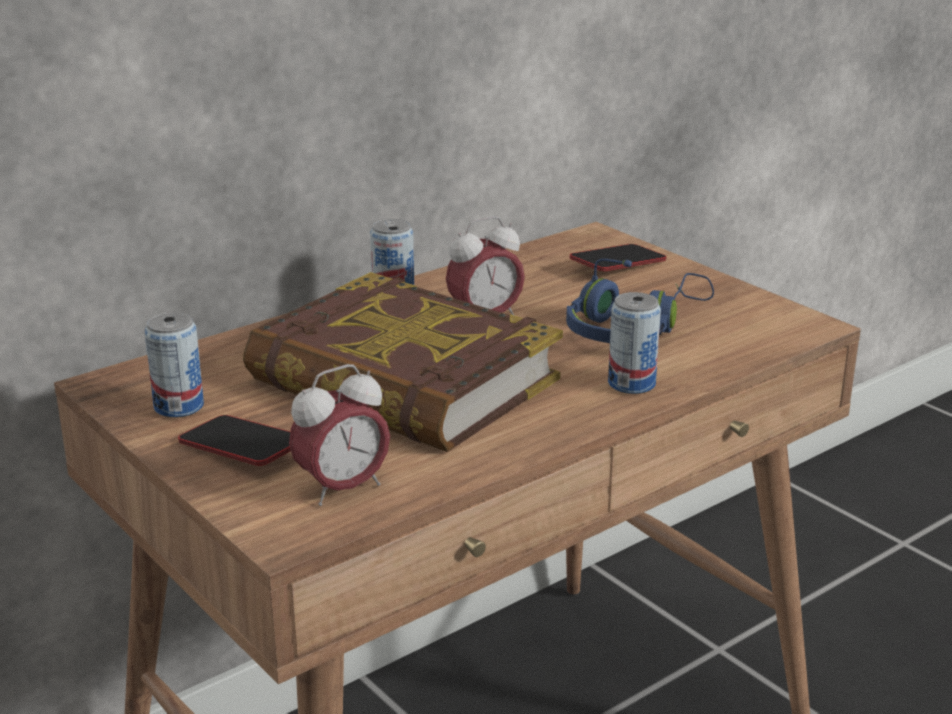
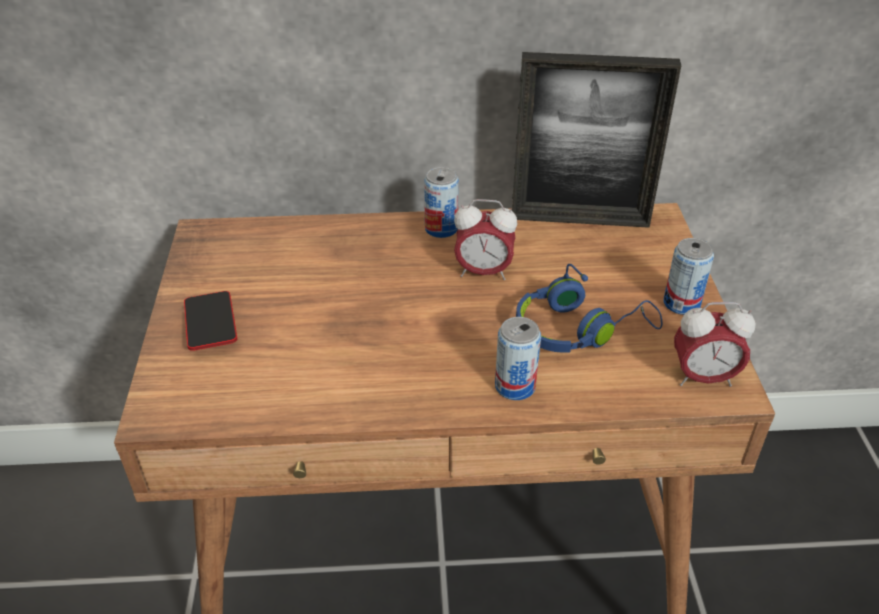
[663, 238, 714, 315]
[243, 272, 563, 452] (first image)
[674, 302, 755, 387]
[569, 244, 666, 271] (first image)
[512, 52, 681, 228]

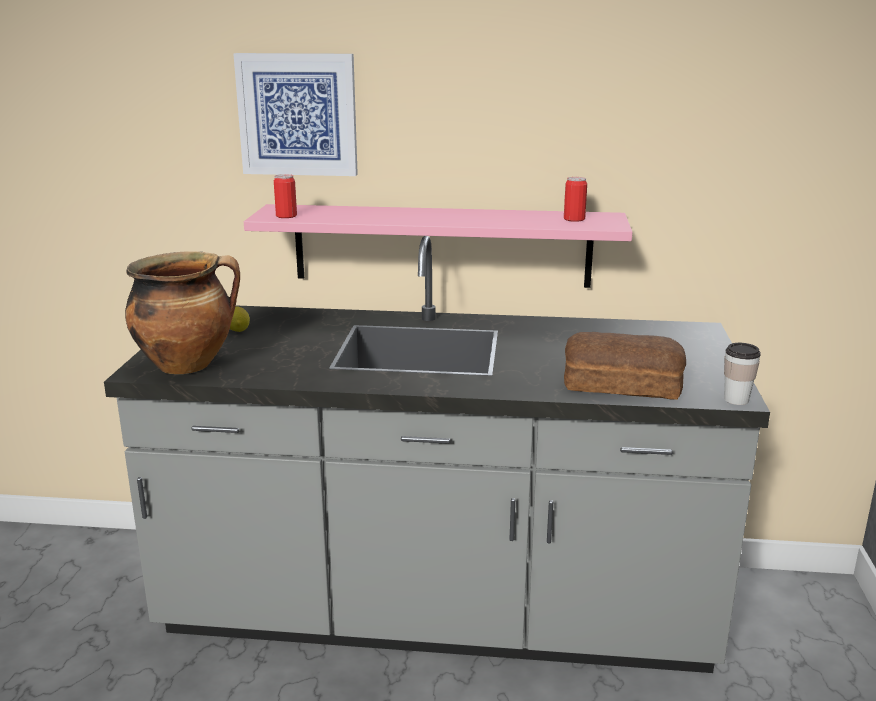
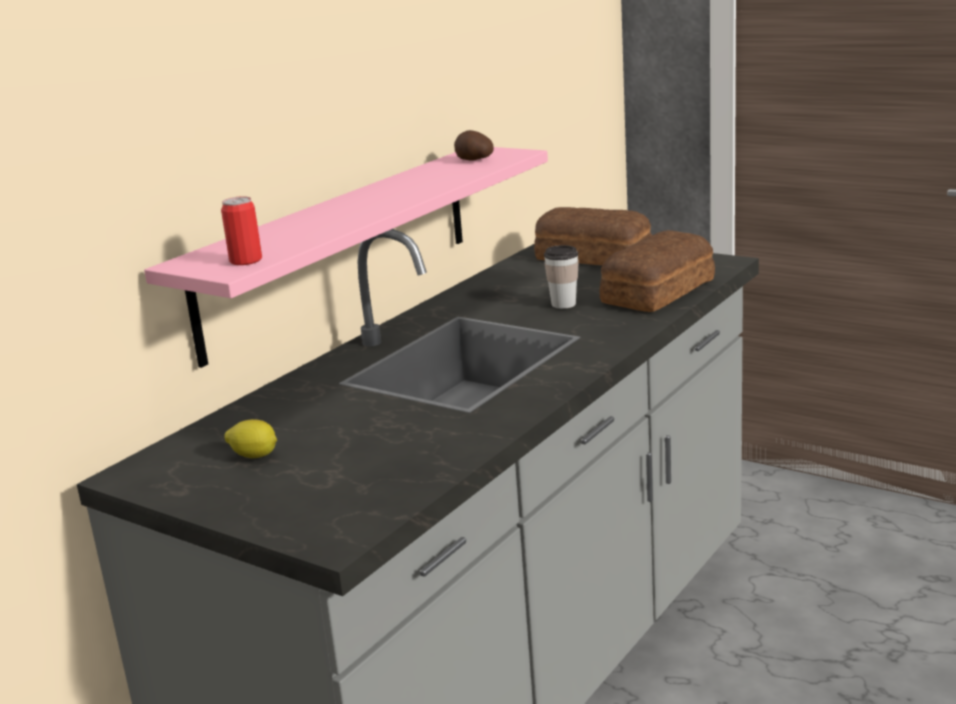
[125, 251, 240, 374] (first image)
[234, 53, 358, 176] (first image)
[454, 130, 494, 160]
[544, 245, 579, 309]
[534, 207, 652, 265]

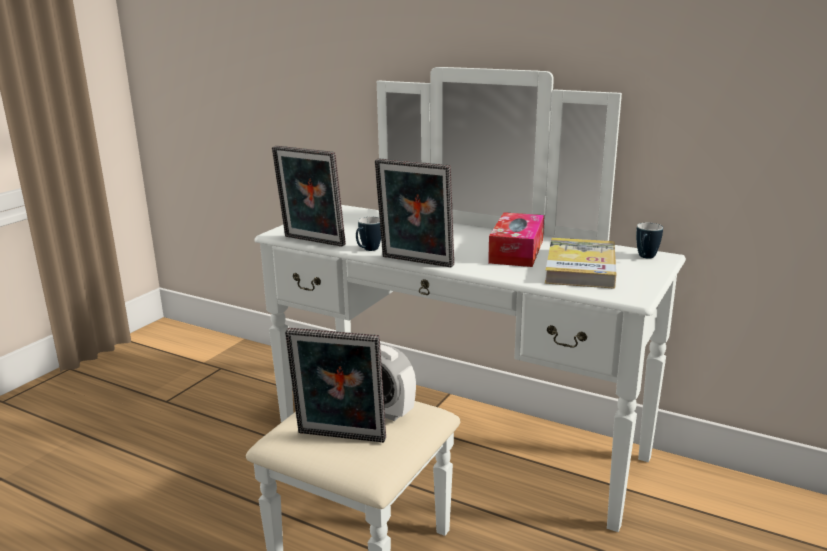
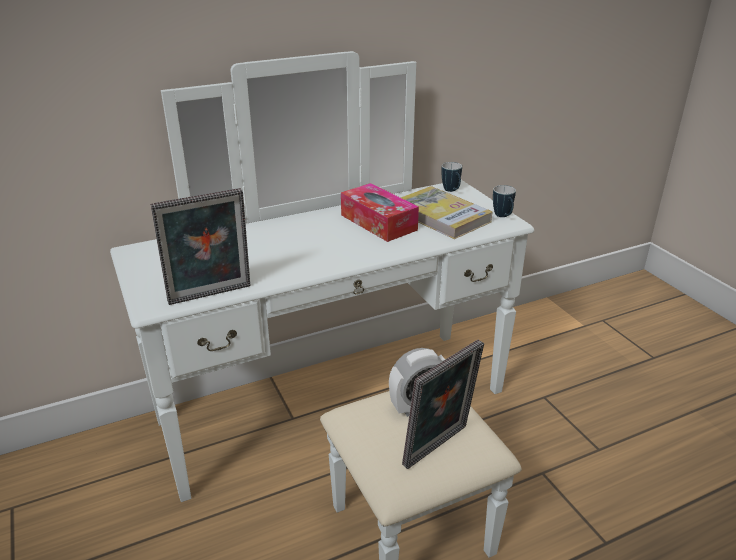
[493, 185, 516, 217]
[375, 159, 454, 267] (first image)

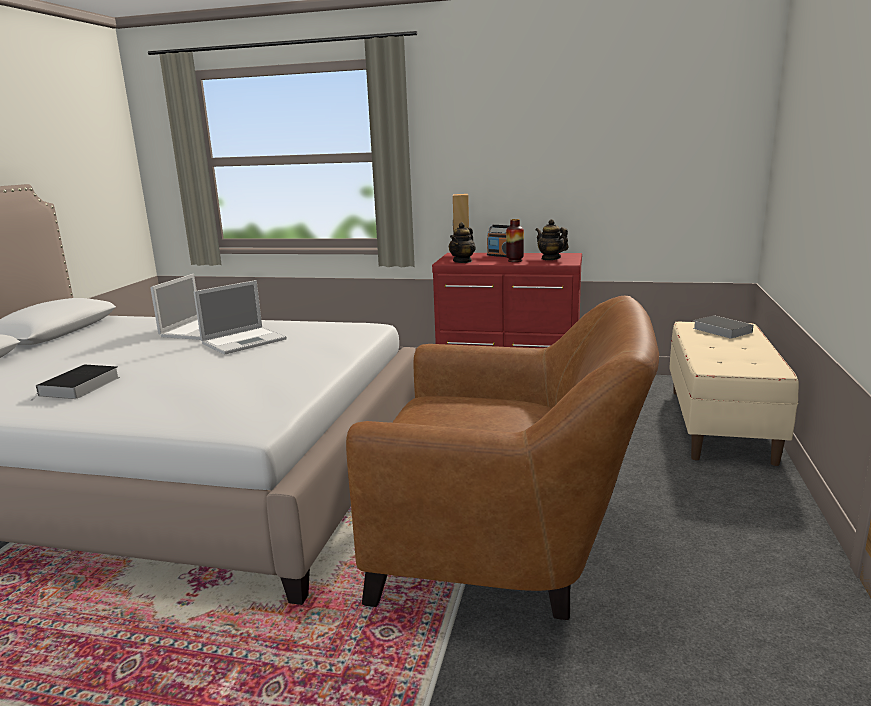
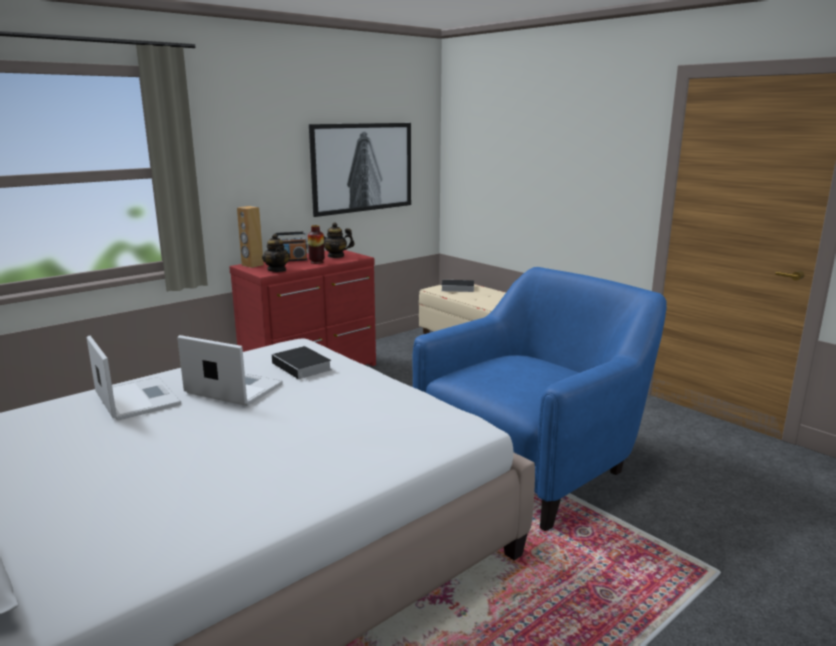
[272, 346, 332, 382]
[177, 335, 283, 406]
[413, 267, 667, 531]
[309, 123, 411, 217]

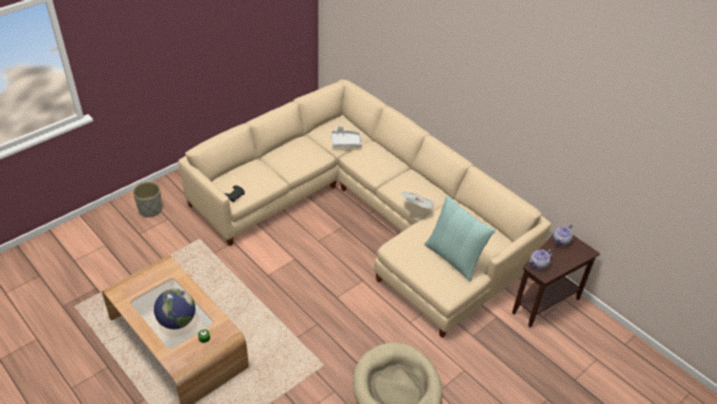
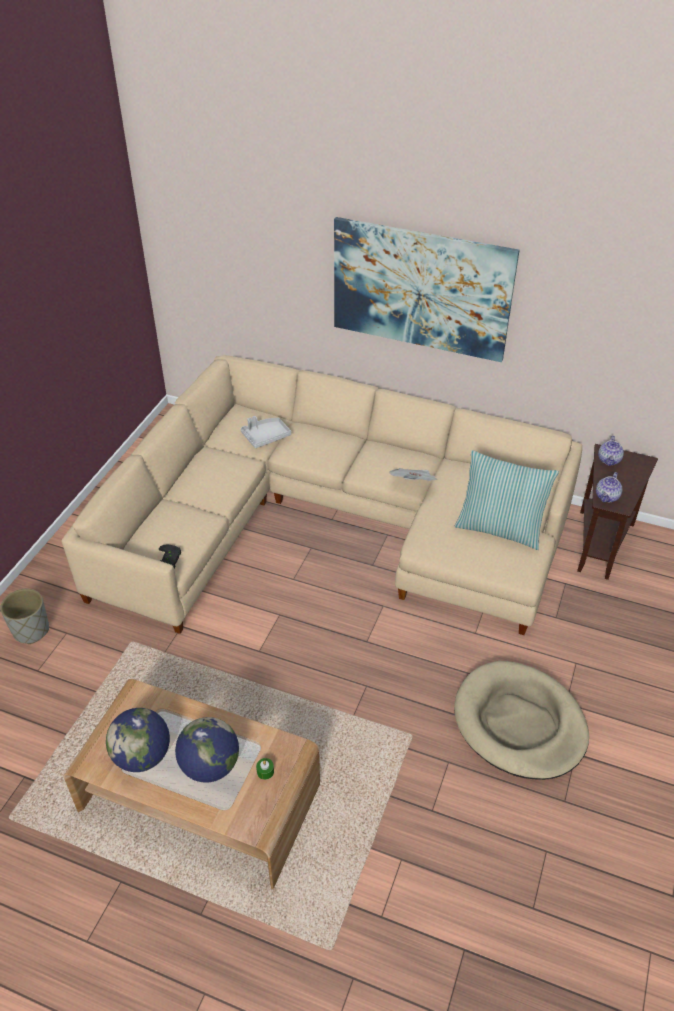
[106, 708, 170, 772]
[334, 217, 520, 362]

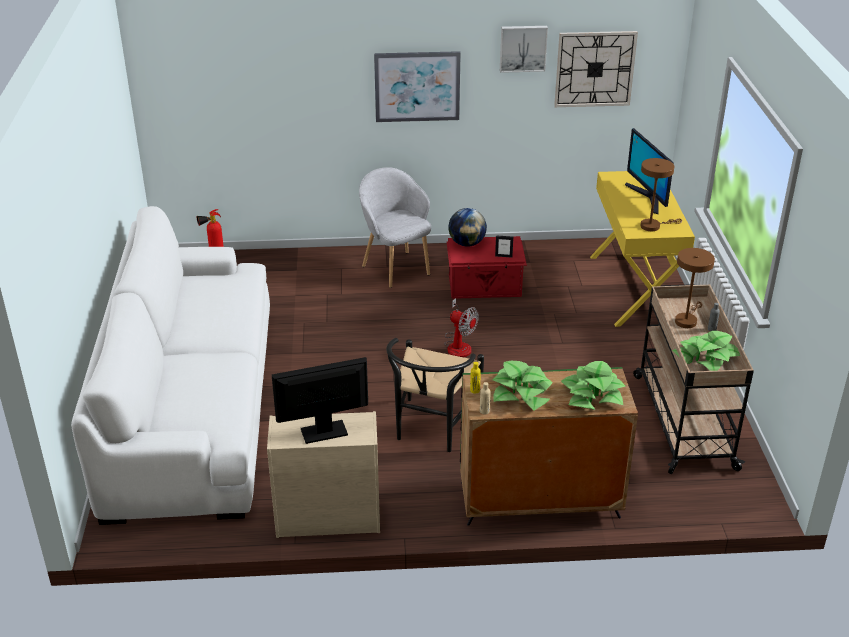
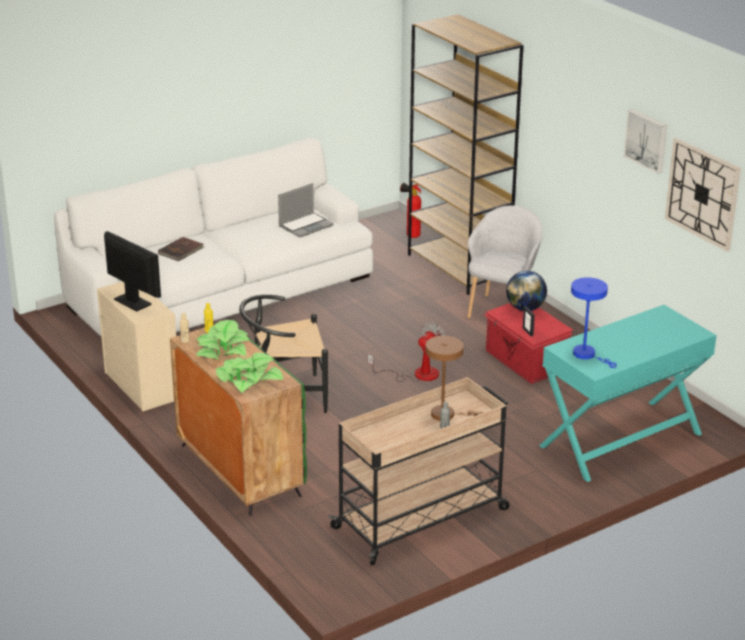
[374, 51, 461, 122] (first image)
[368, 322, 446, 382]
[539, 305, 717, 482]
[625, 128, 674, 214] (first image)
[571, 277, 617, 368]
[672, 331, 740, 371] (first image)
[158, 237, 204, 261]
[278, 183, 334, 237]
[408, 14, 523, 295]

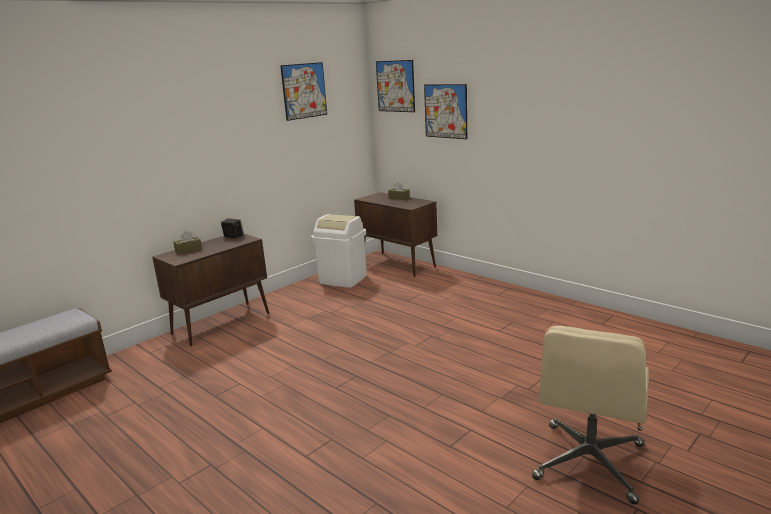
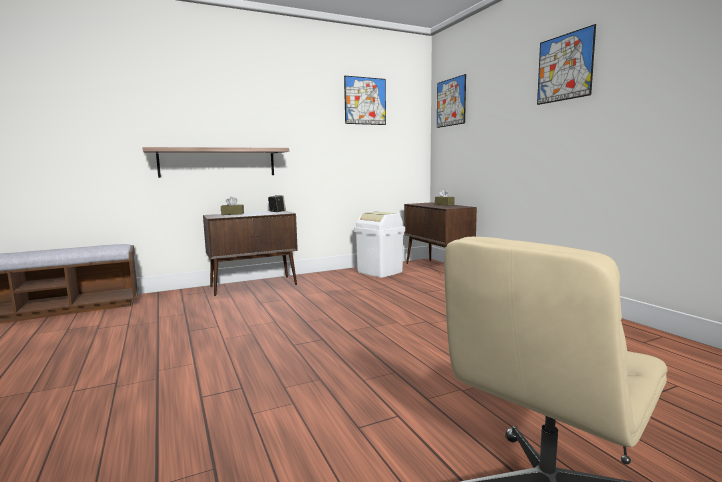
[537, 24, 596, 105]
[142, 147, 289, 178]

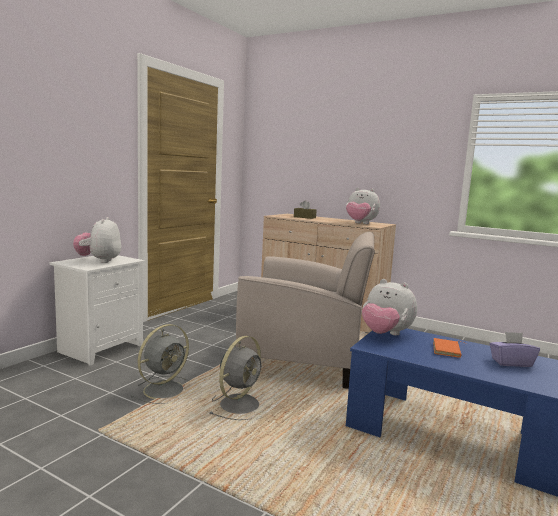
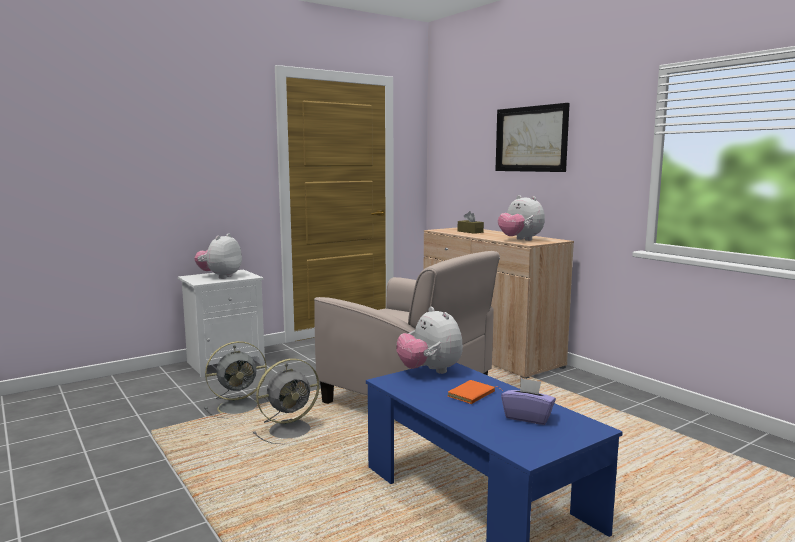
[495, 103, 570, 172]

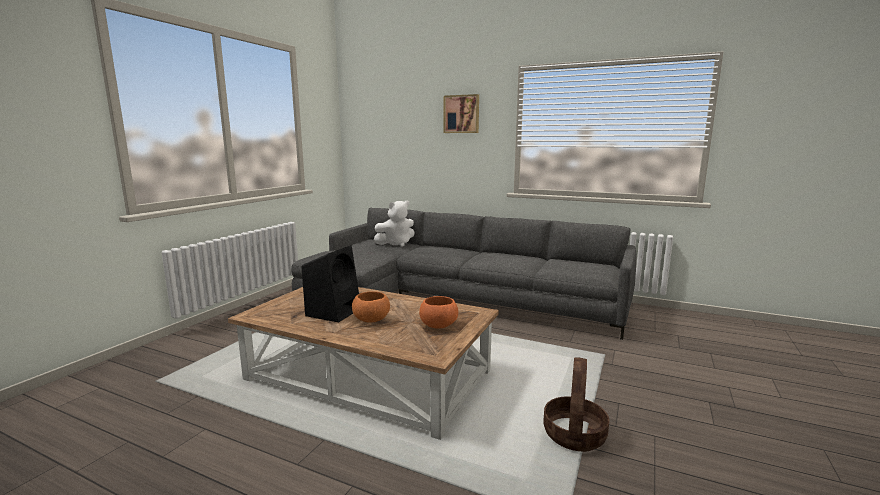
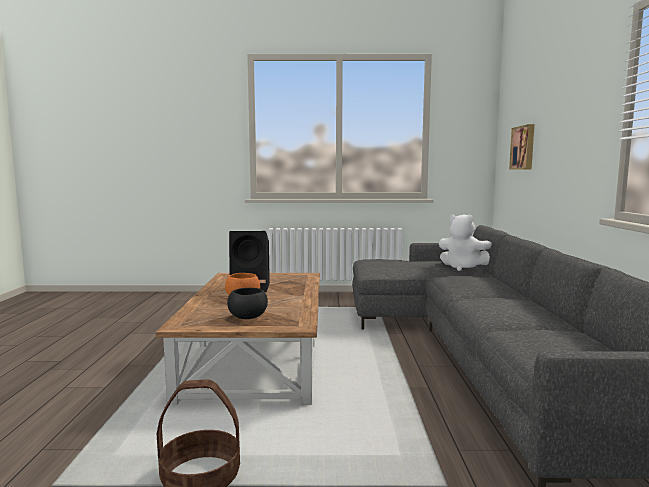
[227, 288, 268, 319]
[509, 124, 534, 170]

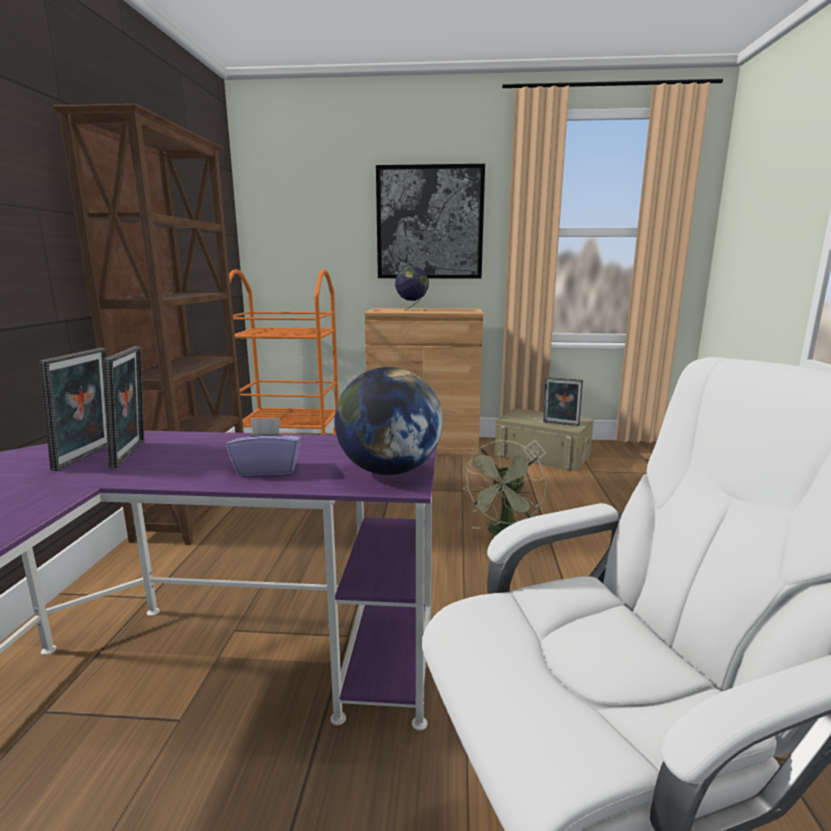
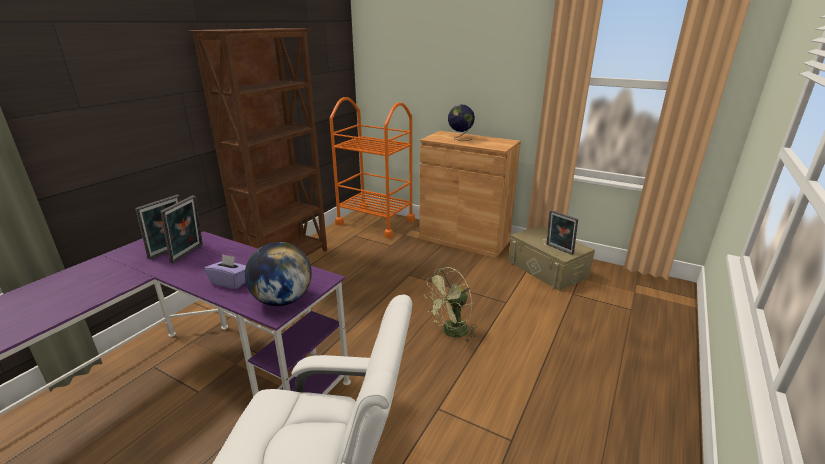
[376, 164, 485, 279] (first image)

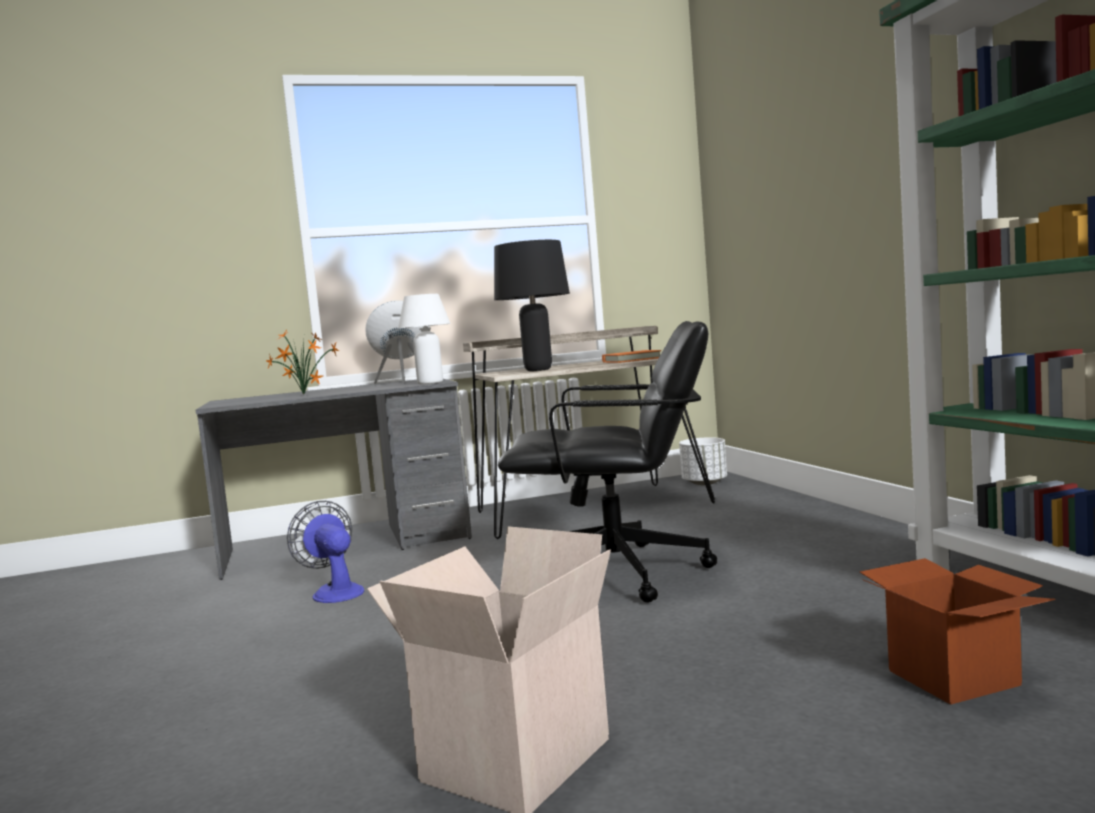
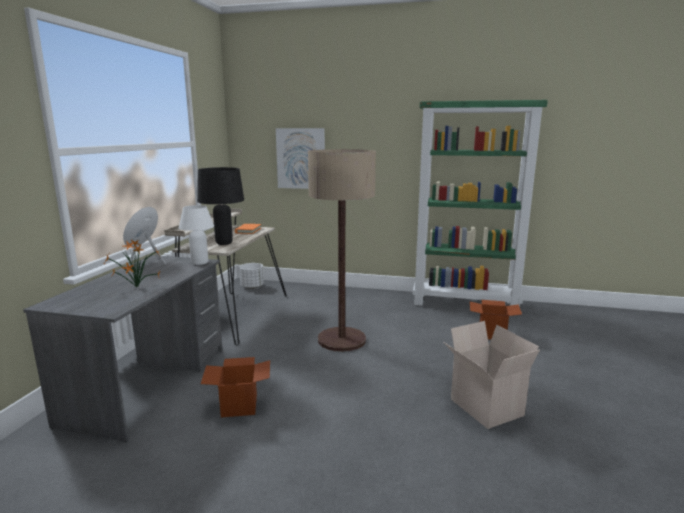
[201, 357, 270, 417]
[308, 149, 376, 352]
[276, 128, 325, 189]

